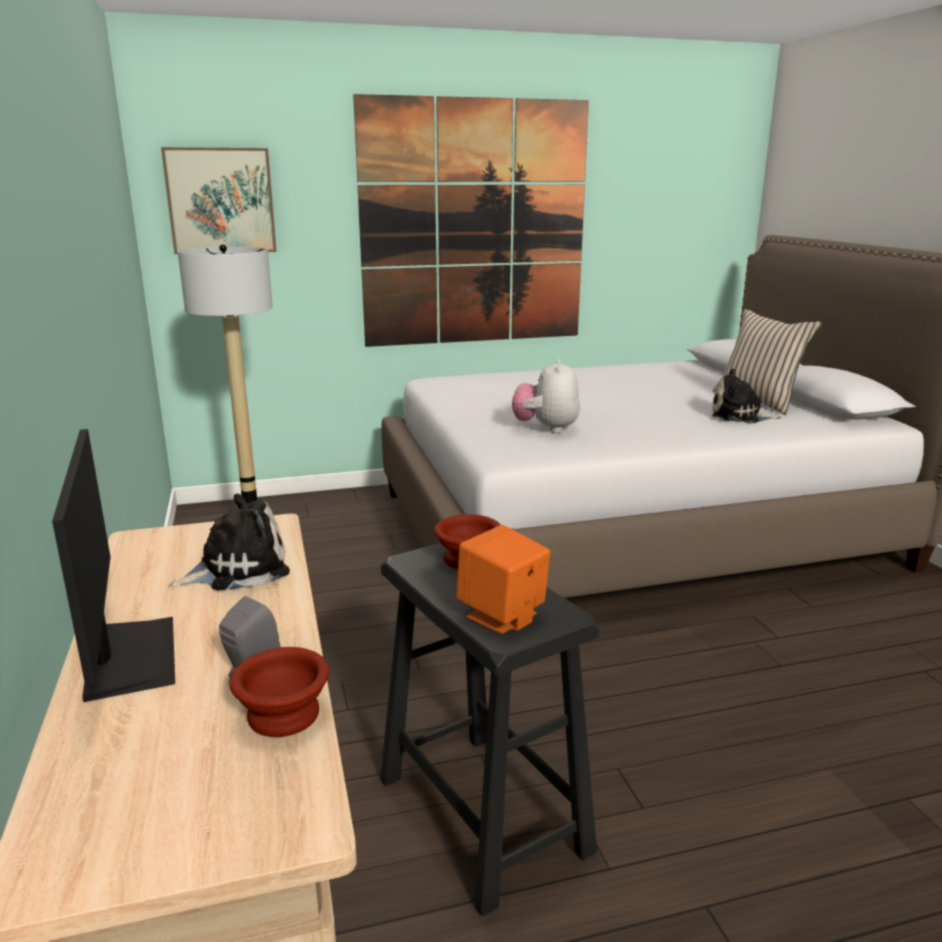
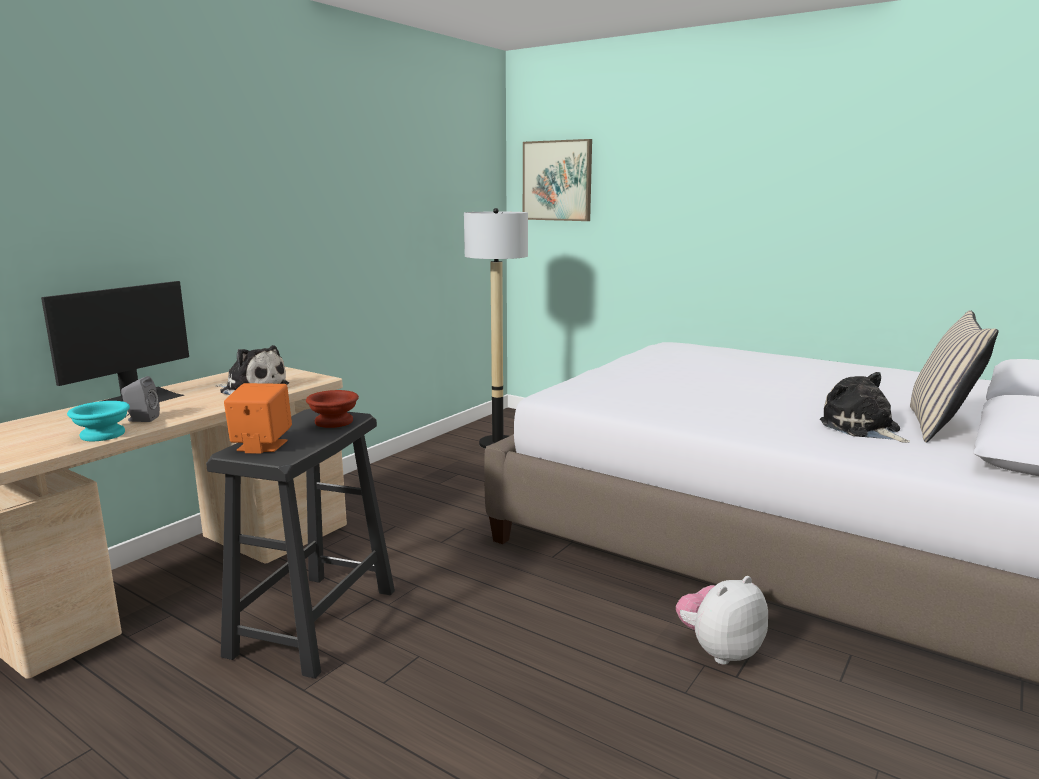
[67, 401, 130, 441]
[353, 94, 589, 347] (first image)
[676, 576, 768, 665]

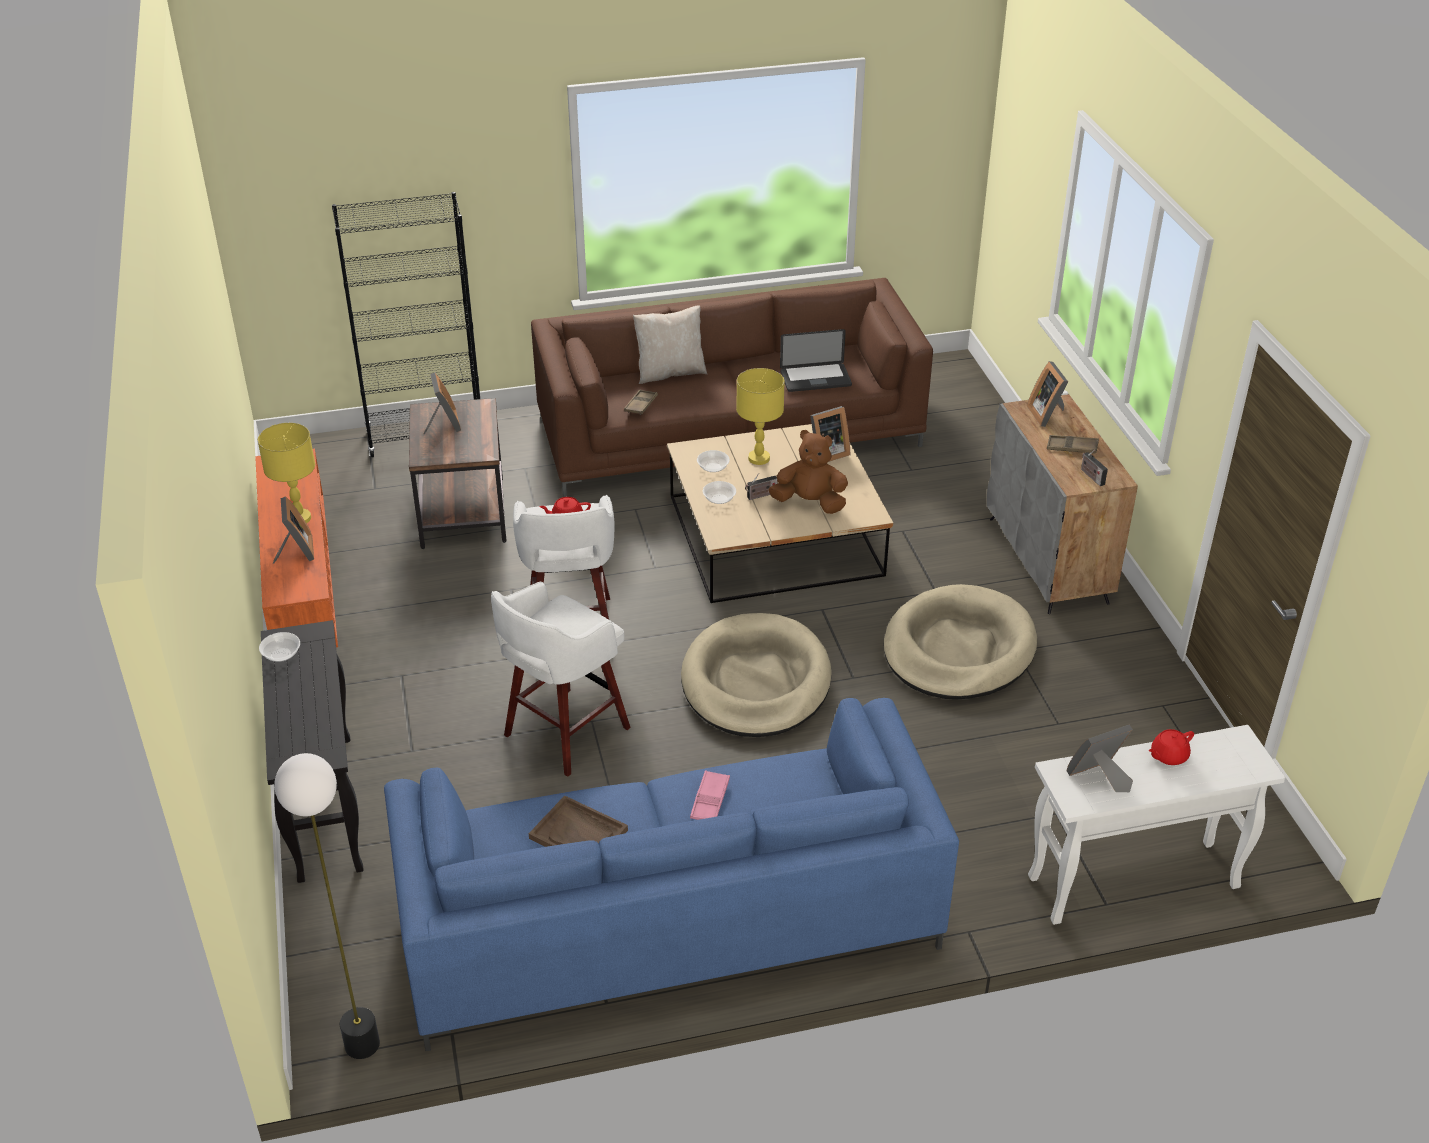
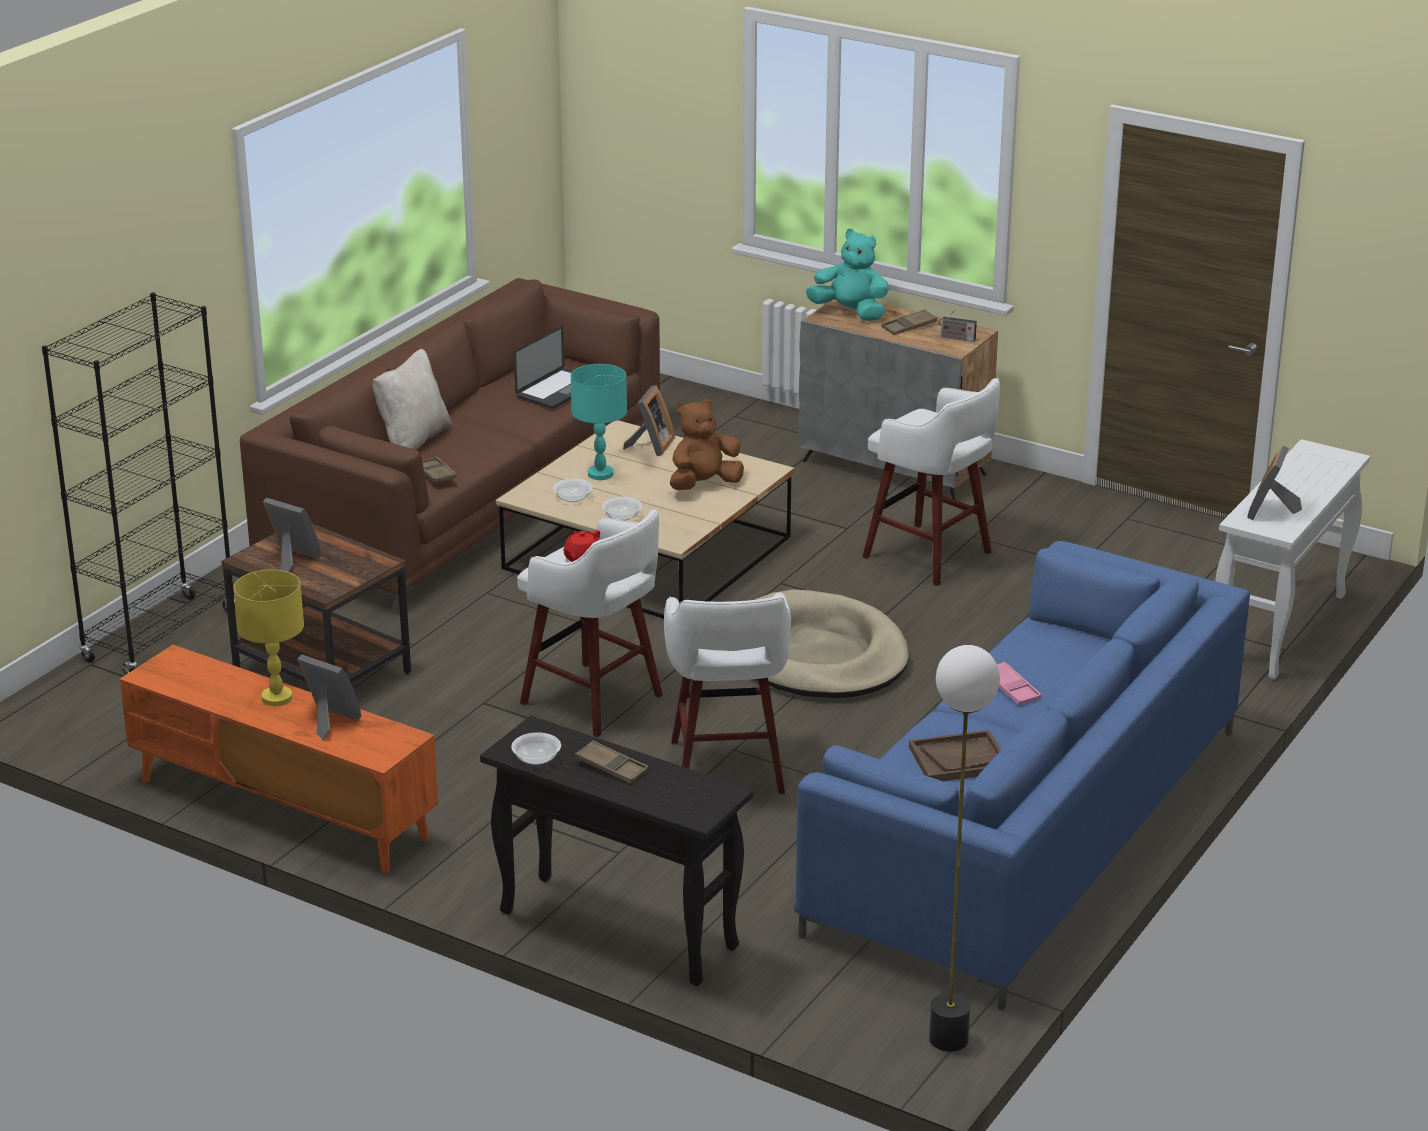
[571, 364, 627, 480]
[745, 473, 777, 500] (first image)
[863, 378, 1000, 586]
[806, 229, 889, 321]
[1149, 729, 1194, 765] (first image)
[575, 740, 649, 784]

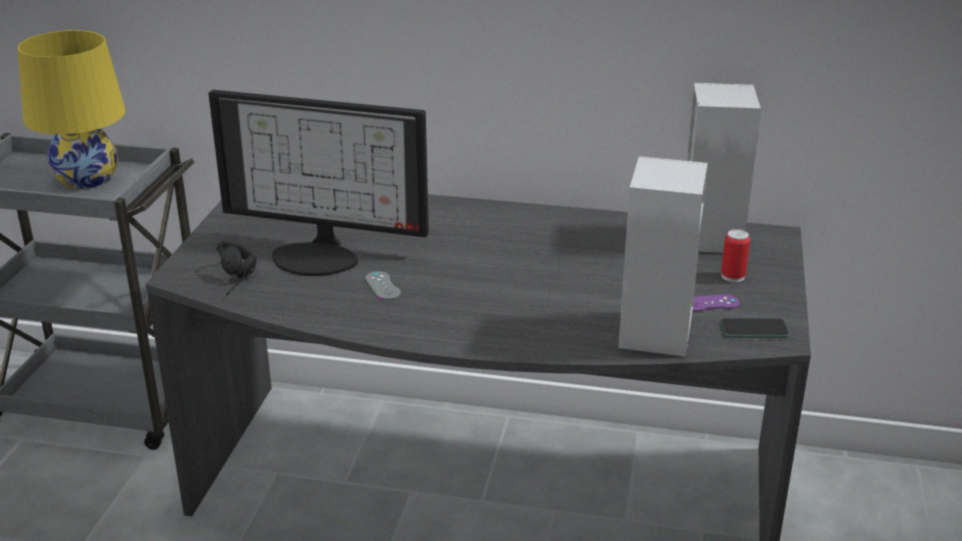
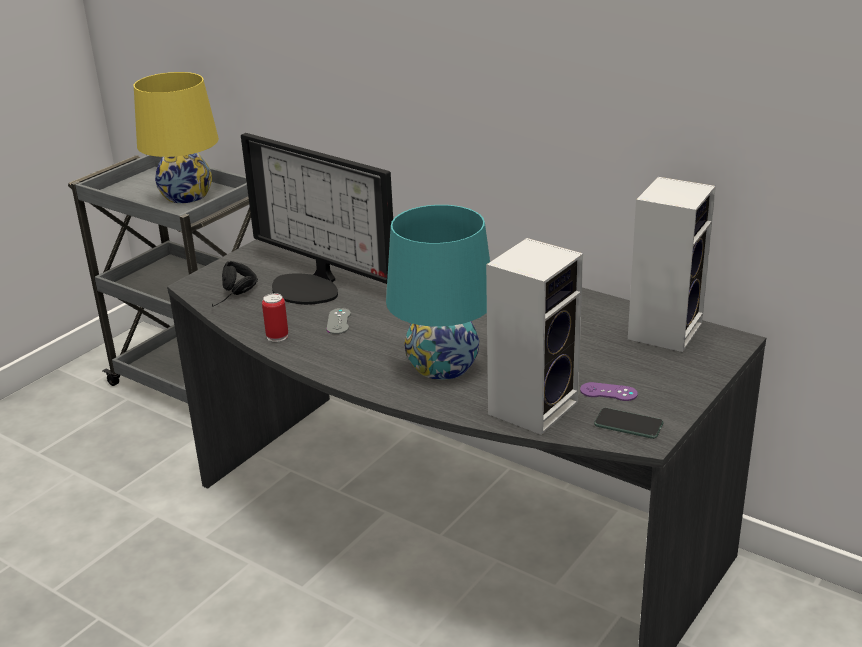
[262, 293, 288, 342]
[386, 205, 490, 380]

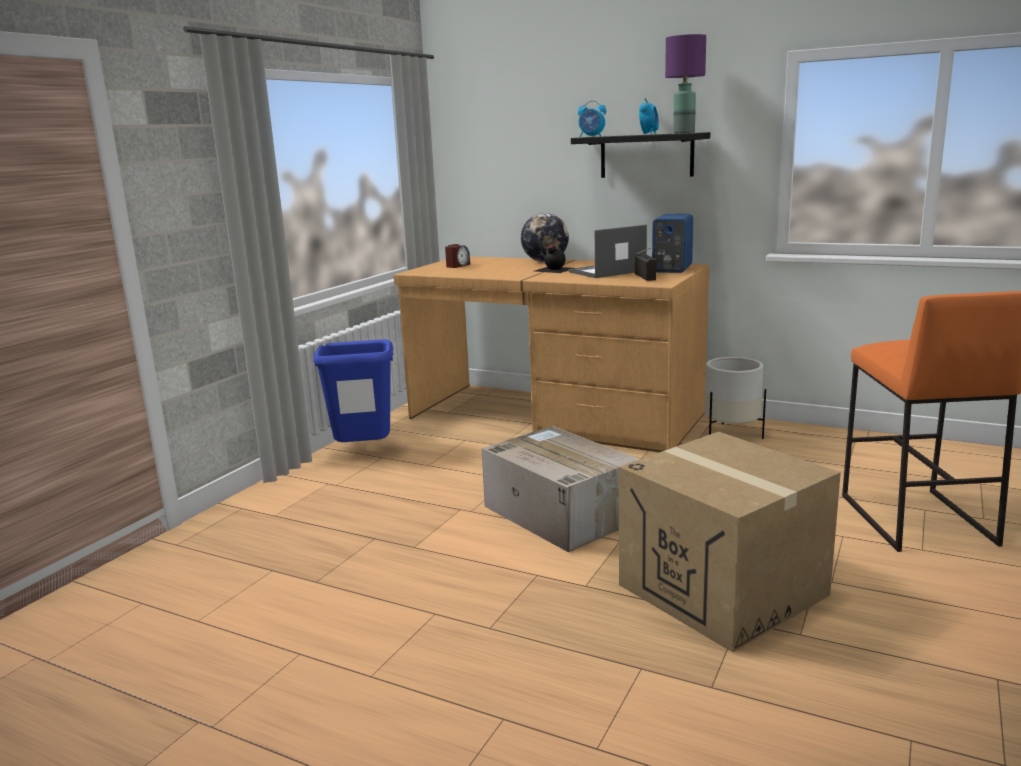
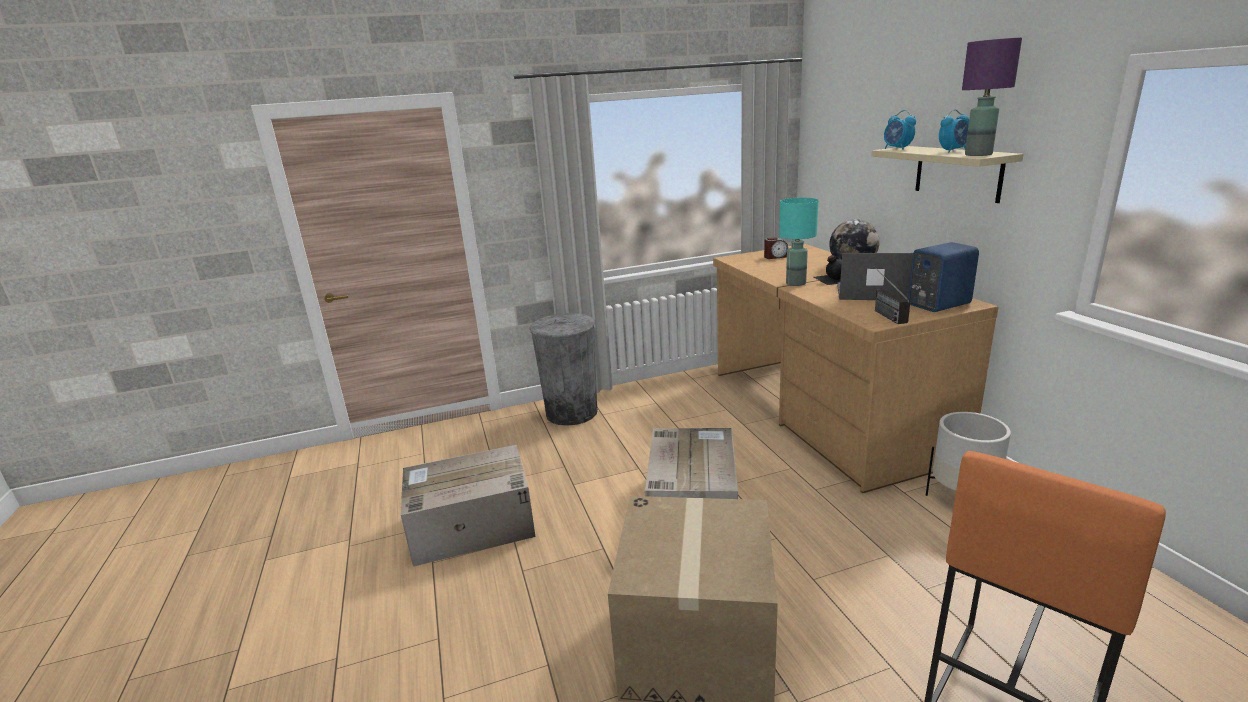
[313, 339, 393, 442] (first image)
[871, 146, 1024, 203]
[874, 267, 910, 324]
[401, 445, 536, 566]
[529, 313, 598, 426]
[779, 197, 819, 286]

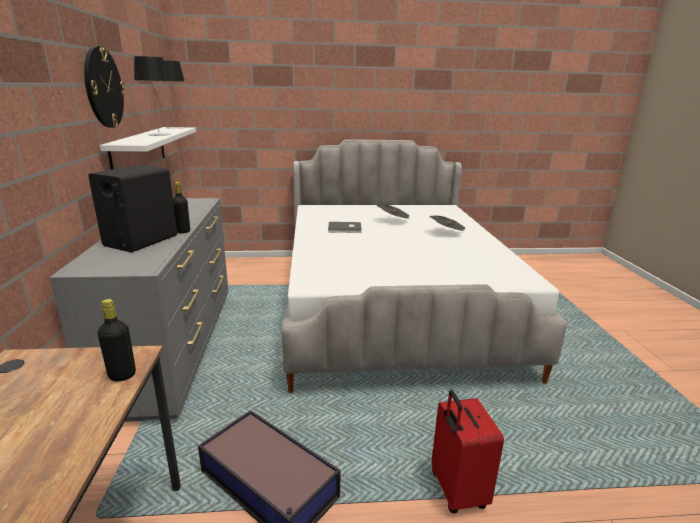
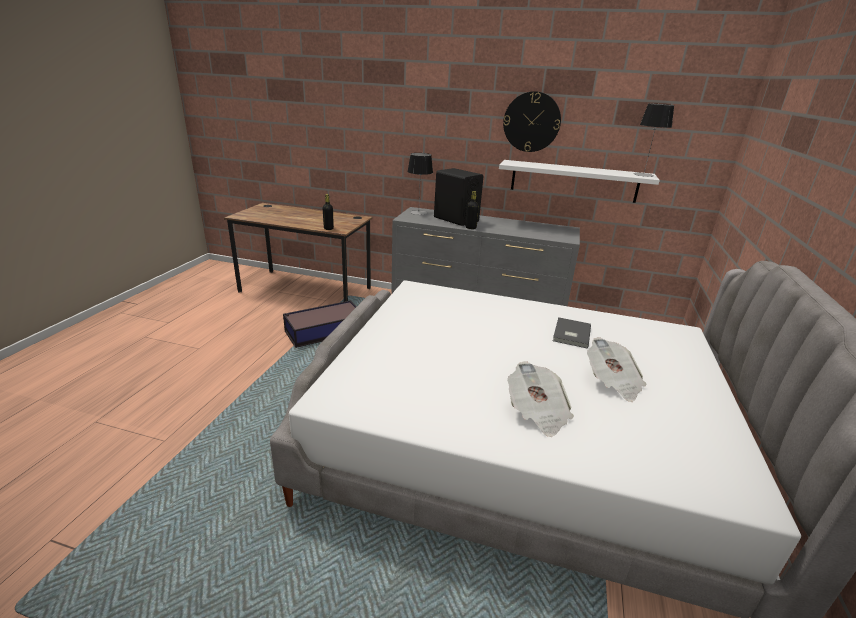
[407, 153, 433, 215]
[432, 390, 504, 513] (first image)

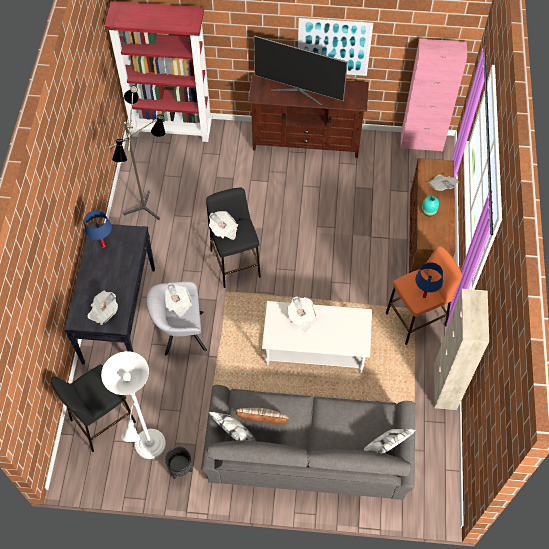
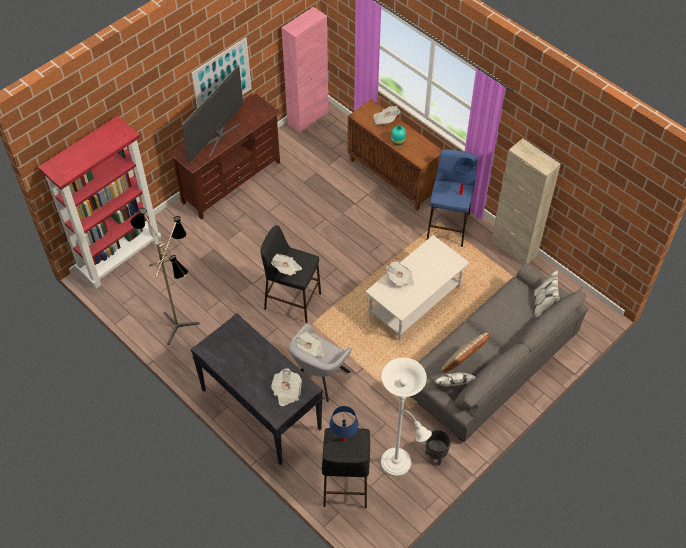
[329, 406, 359, 442]
[182, 65, 243, 163]
[427, 149, 478, 247]

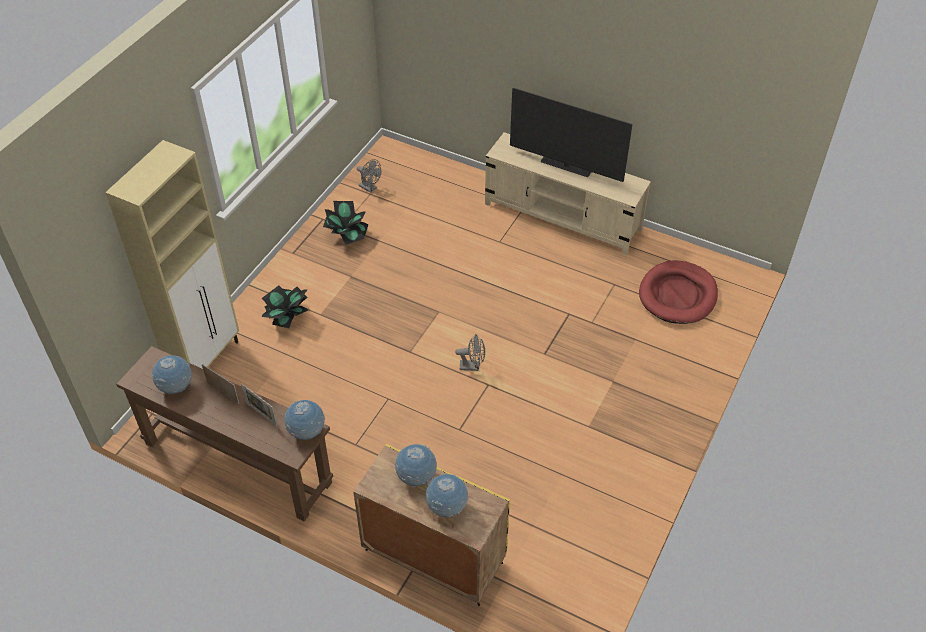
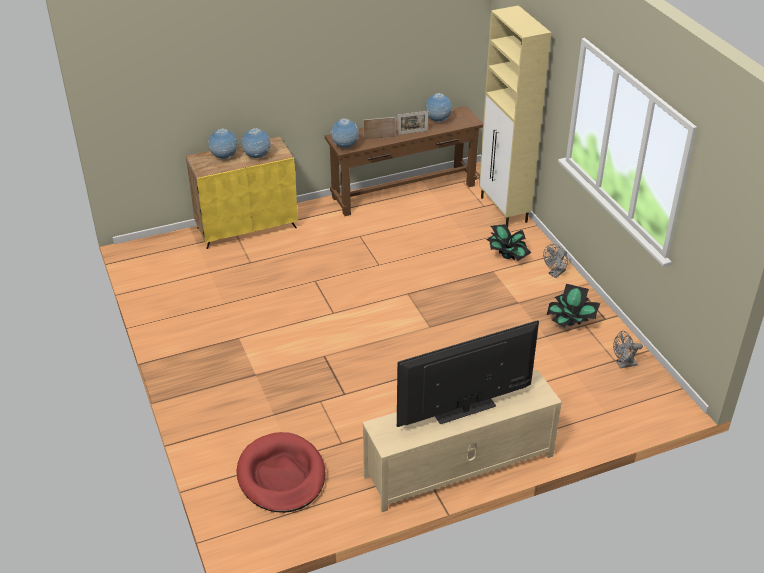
[543, 244, 568, 278]

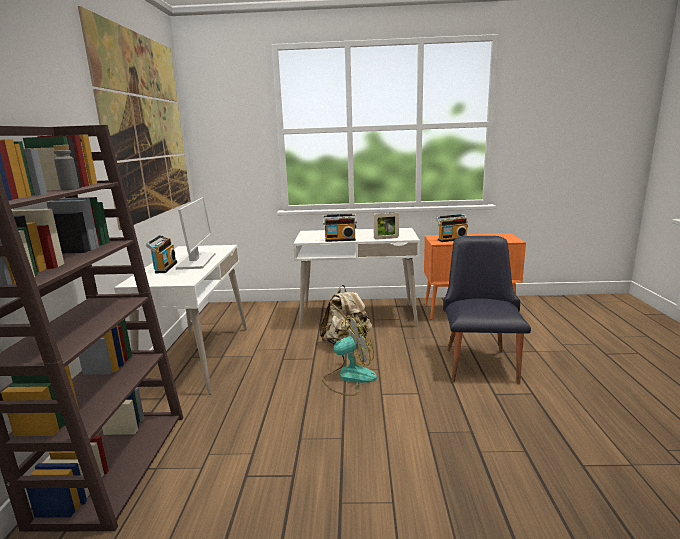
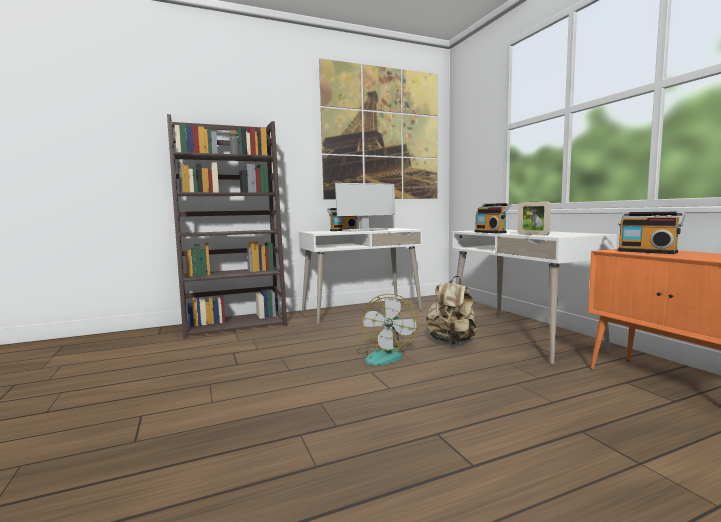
[356, 294, 418, 365]
[443, 236, 531, 384] (first image)

